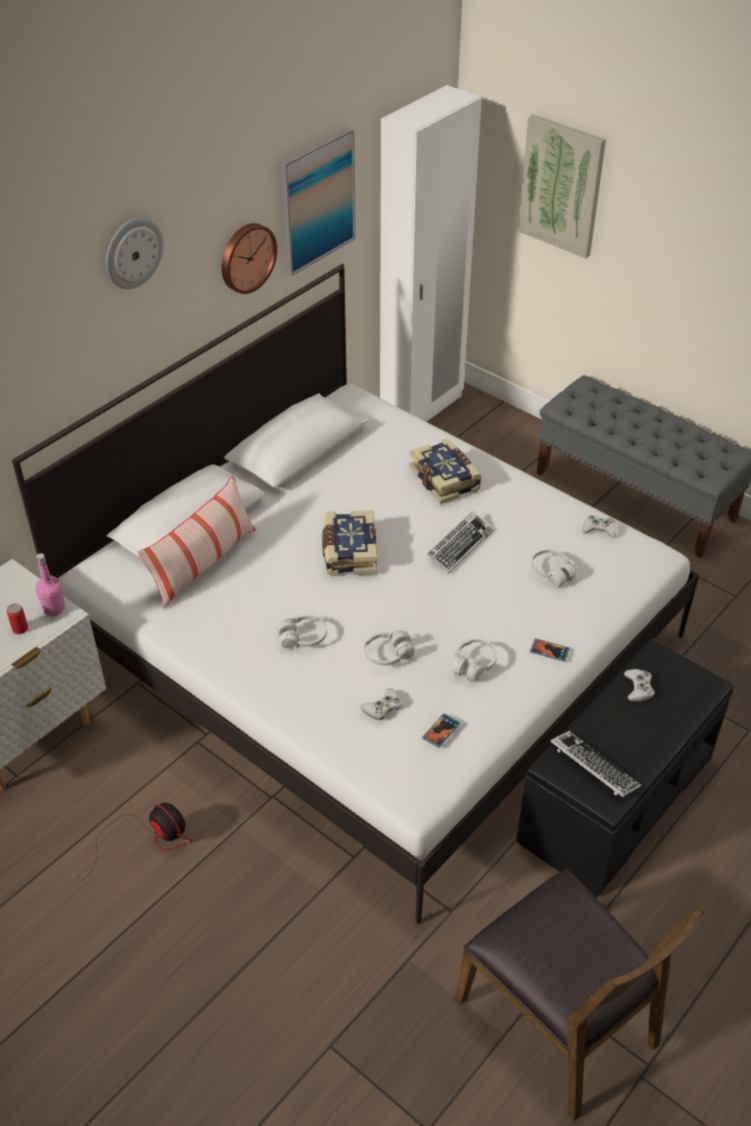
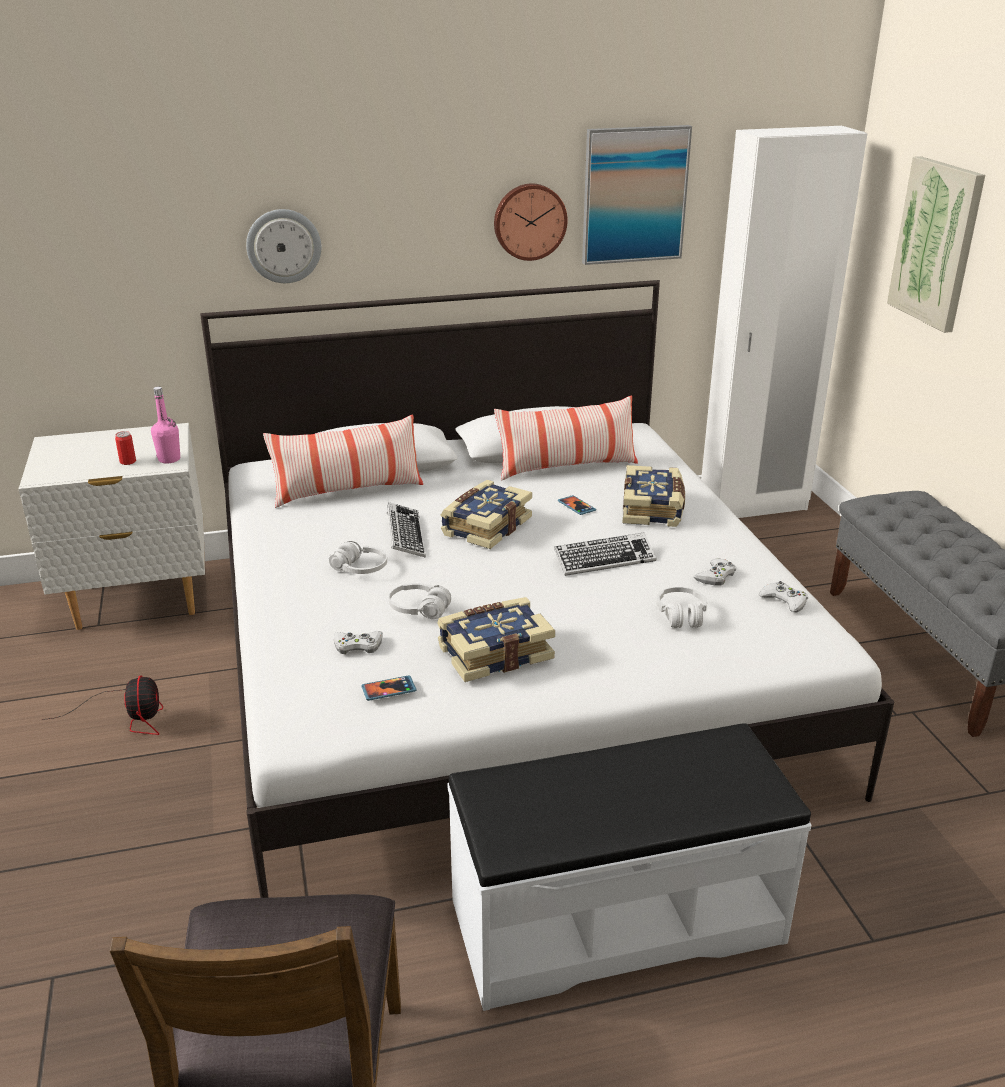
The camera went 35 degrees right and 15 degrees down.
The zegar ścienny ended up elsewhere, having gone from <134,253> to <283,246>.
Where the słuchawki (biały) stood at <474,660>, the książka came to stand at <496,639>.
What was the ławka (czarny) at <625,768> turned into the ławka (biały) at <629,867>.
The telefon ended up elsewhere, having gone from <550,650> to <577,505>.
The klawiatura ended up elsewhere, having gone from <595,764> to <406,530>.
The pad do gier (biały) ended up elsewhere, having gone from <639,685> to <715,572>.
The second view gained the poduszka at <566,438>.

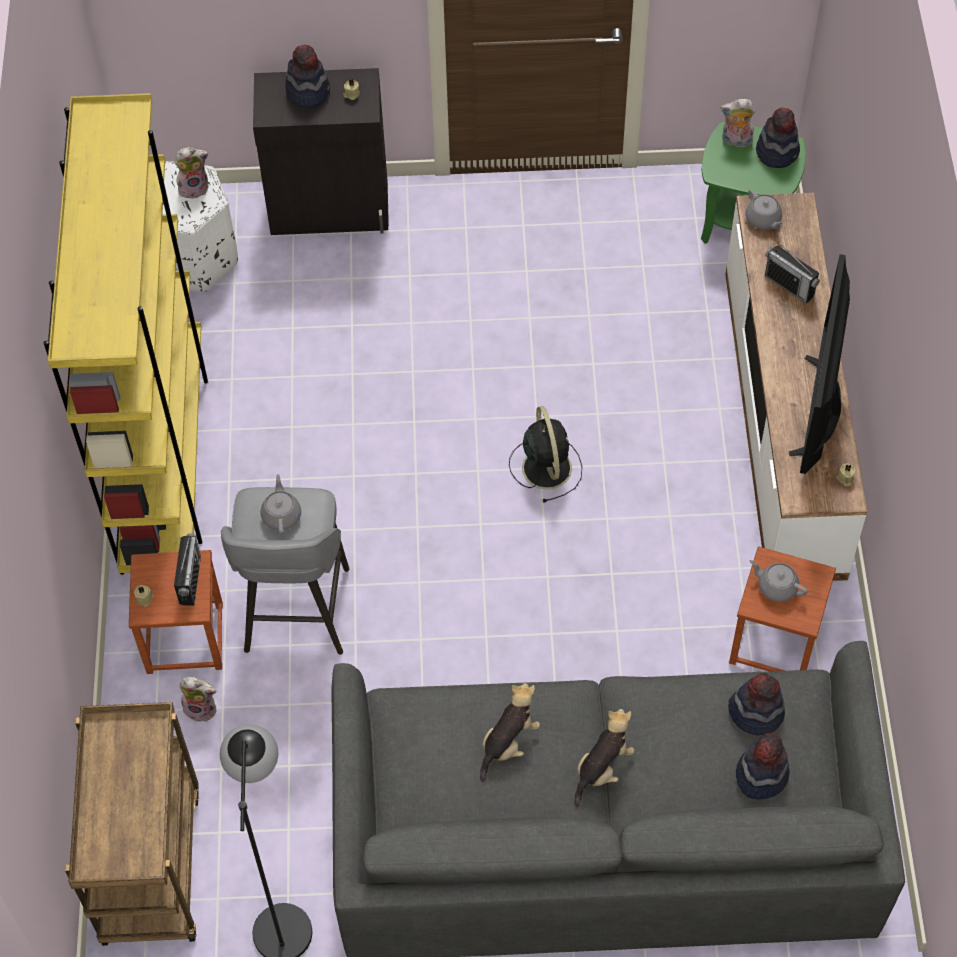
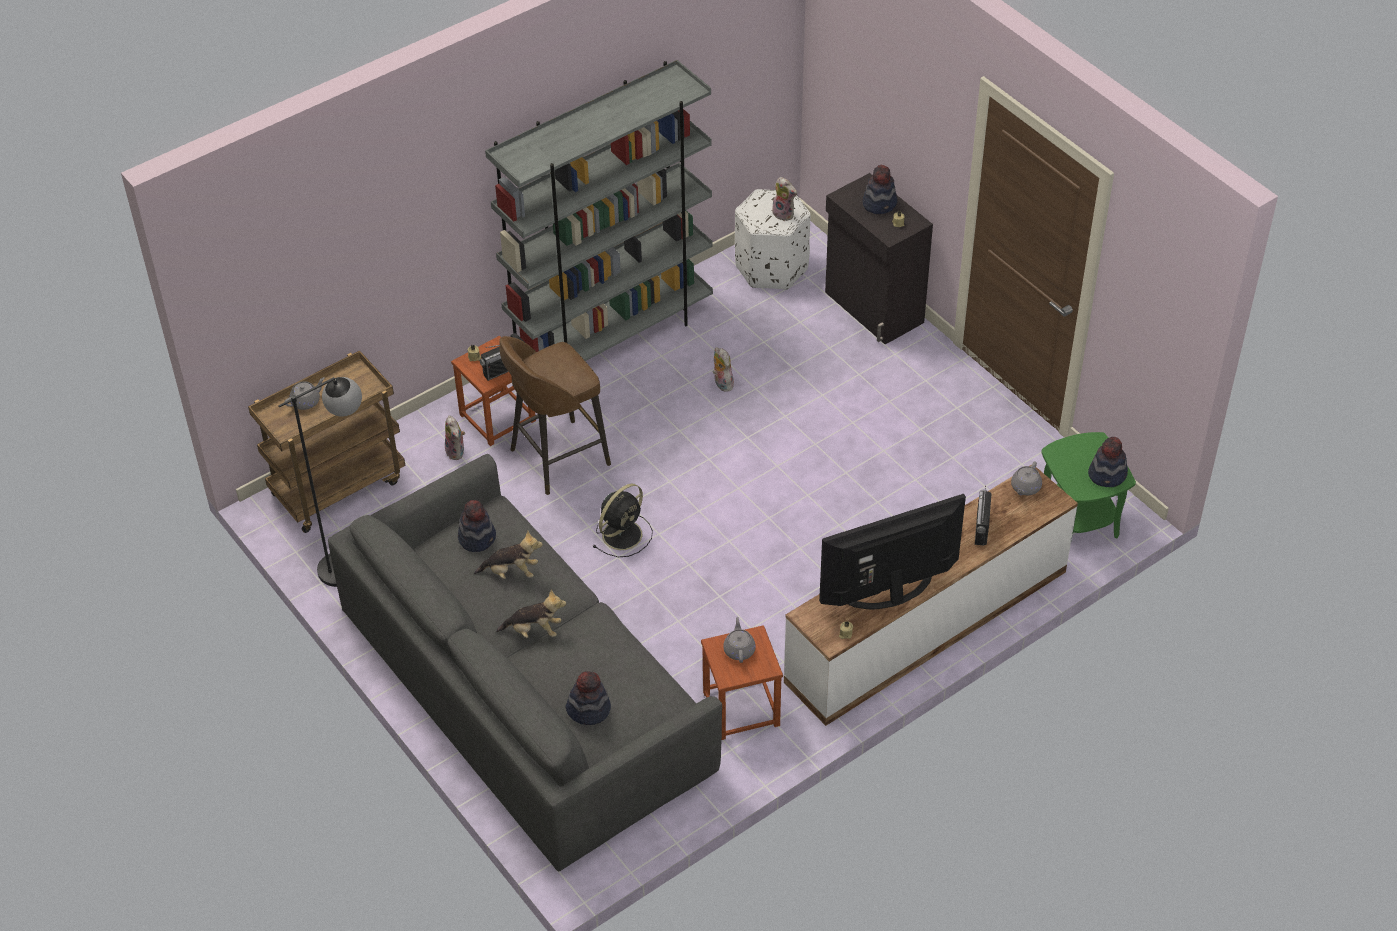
The camera went 55 degrees right and 10 degrees down.
What was the regał (żółty) at <125,334> turned into the regał (szary) at <599,210>.
What was the stołek (szary) at <285,570> turned into the stołek (brązowy) at <555,415>.
The imbryk (szary) ended up elsewhere, having gone from <281,504> to <304,393>.
The wentylator (czarny) ended up elsewhere, having gone from <545,454> to <623,520>.
The pluszak ended up elsewhere, having gone from <738,123> to <723,369>.
The kapelusz ended up elsewhere, having gone from <756,704> to <477,526>.

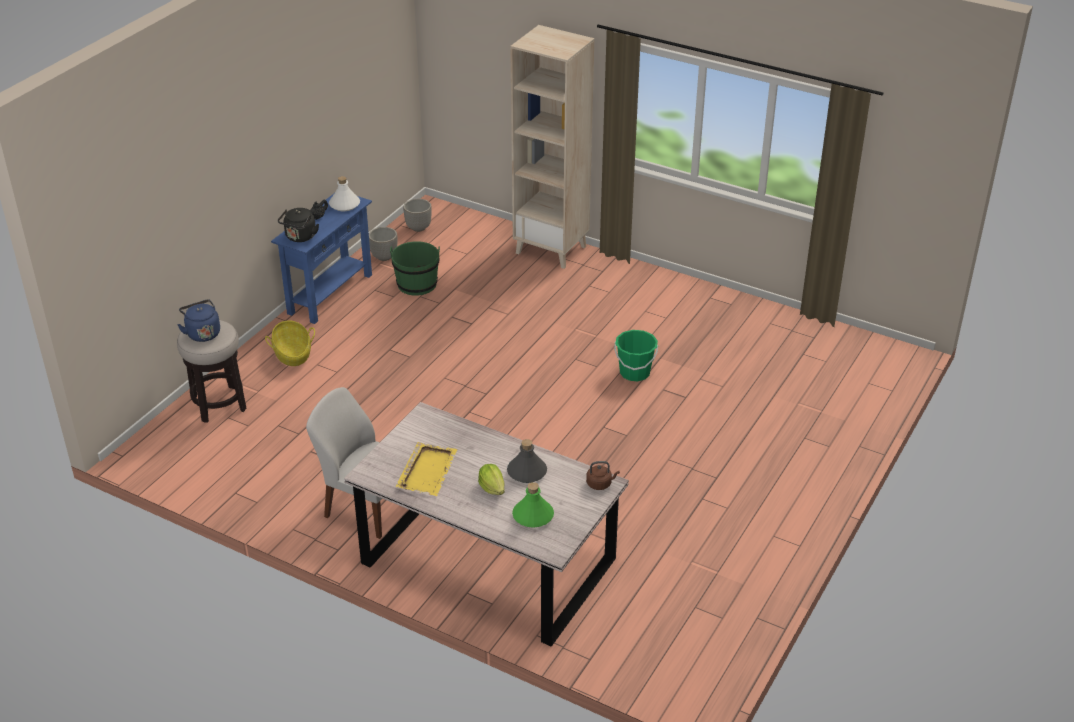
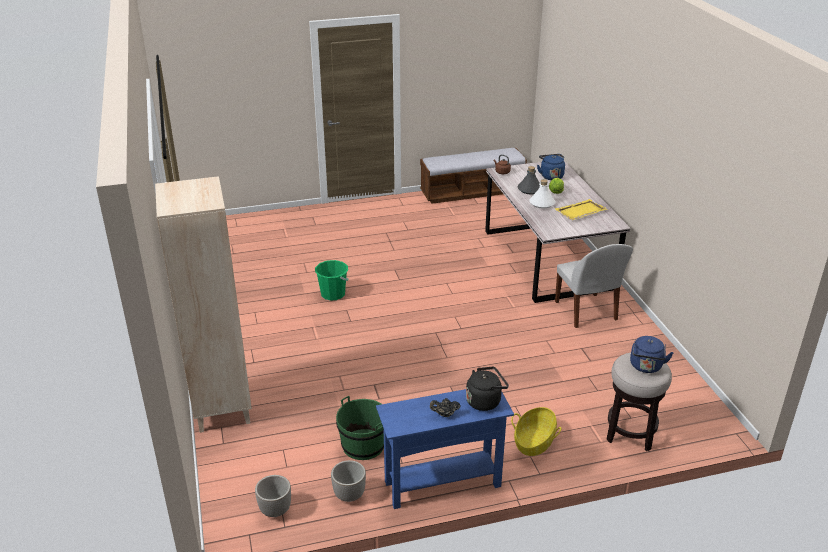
The camera went 135 degrees left and 5 degrees down.
The butelka (biały) ended up elsewhere, having gone from <344,193> to <542,194>.
Where the butelka (zielony) stood at <533,505>, the czajnik (niebieski) came to stand at <551,167>.
The second view gained the ławka at <473,176>.

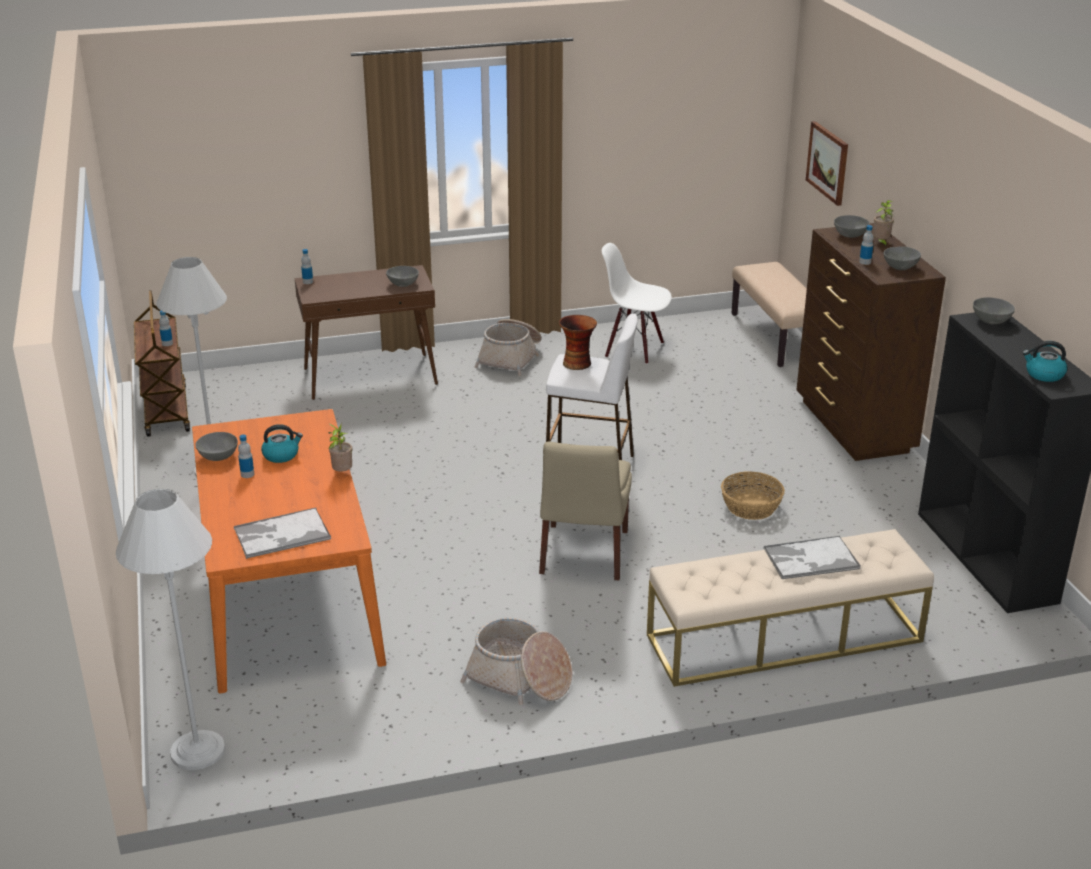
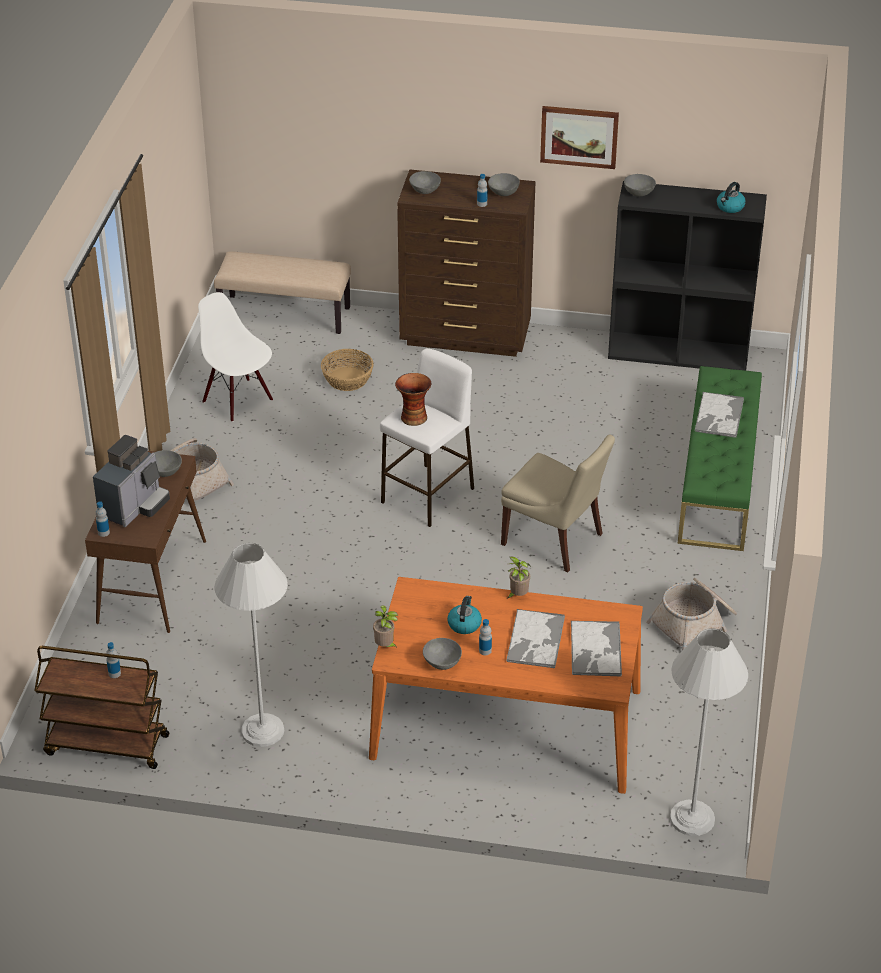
The camera went 65 degrees left and 10 degrees up.
The krzesło (biały) at <637,303> ended up facing another way, 90 degrees clockwise from before.
What was the ławka (beżowy) at <790,608> turned into the ławka (zielony) at <720,458>.
The koszyk ended up elsewhere, having gone from <753,496> to <347,370>.
The obraz ended up elsewhere, having gone from <827,163> to <579,137>.
The roślina doniczkowa ended up elsewhere, having gone from <883,224> to <385,626>.
The second view gained the ekspres do kawy at <131,481>.
The second view gained the taca at <535,638>.

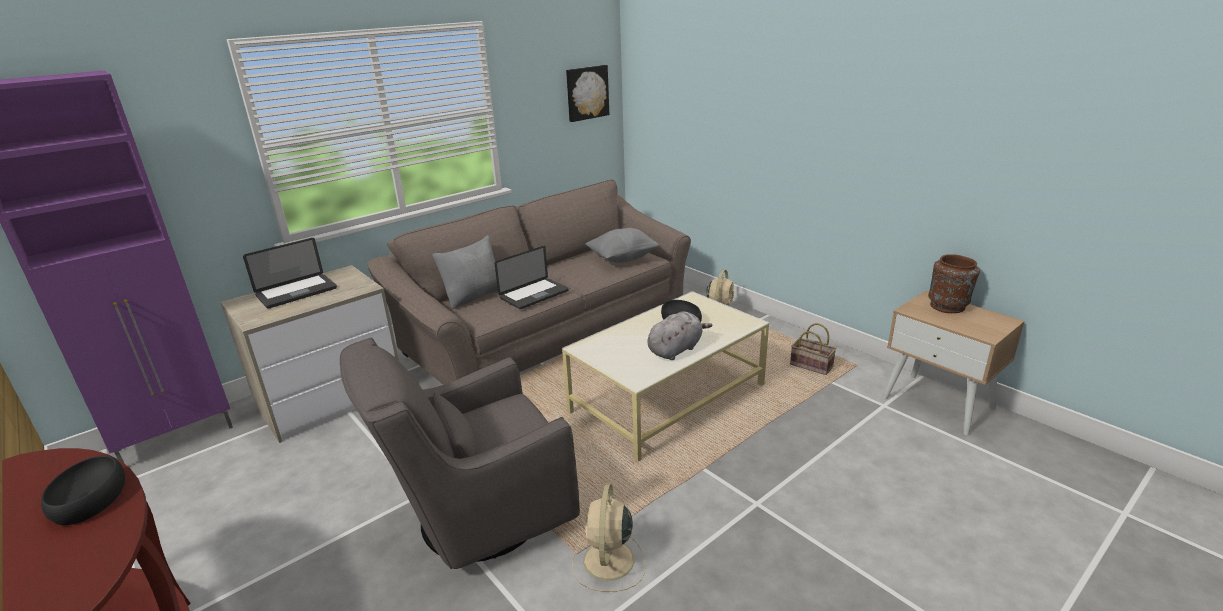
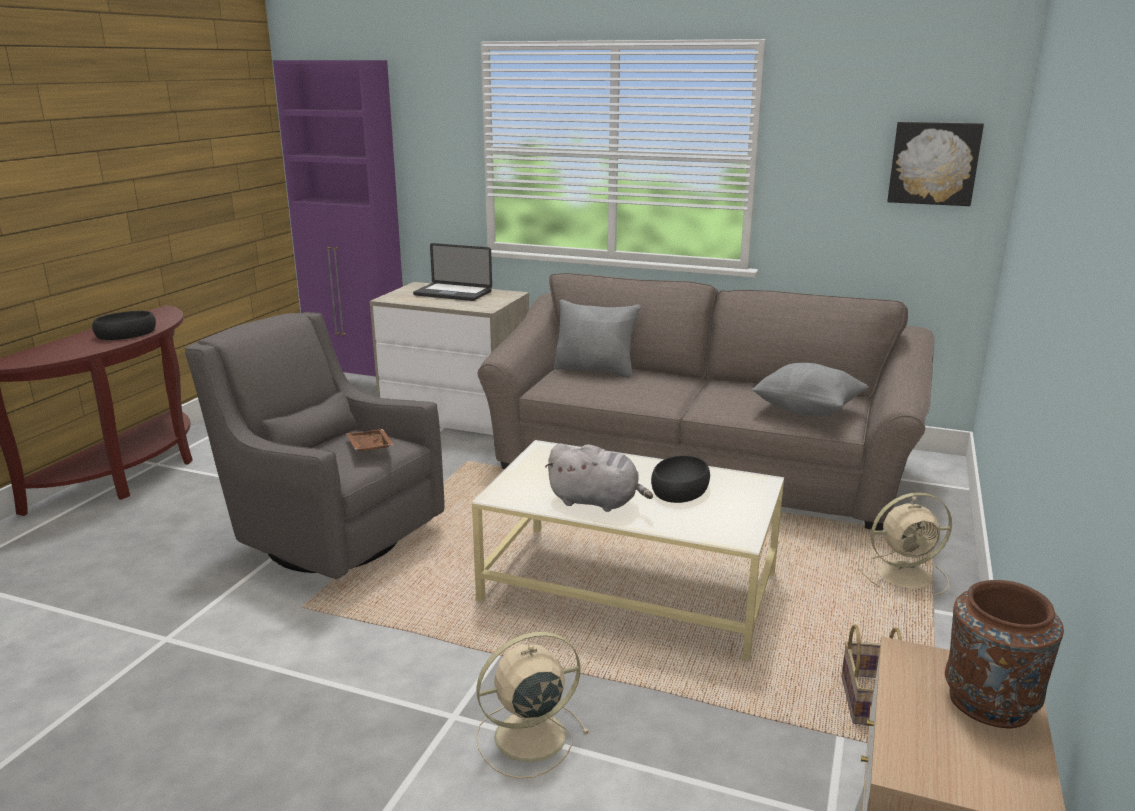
The camera went 60 degrees right and 5 degrees down.
The second view lost the laptop at <532,277>.
The wentylator (beżowy) ended up elsewhere, having gone from <609,538> to <532,705>.
The second view gained the taca (brązowy) at <370,440>.

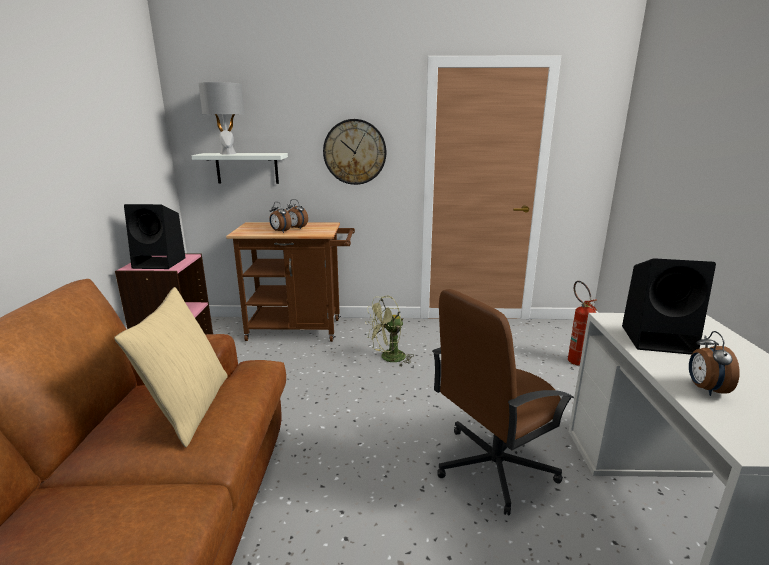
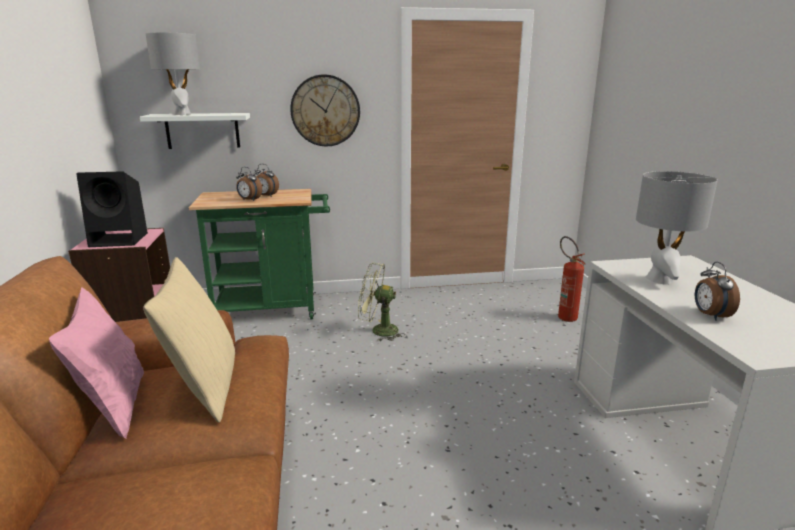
The camera went 10 degrees left and 0 degrees up.
What was the wózek (brązowy) at <290,282> turned into the wózek (zielony) at <259,254>.
The wentylator (zielony) at <389,331> ended up facing another way, 45 degrees clockwise from before.
The second view lost the krzesło biurowe (brązowy) at <503,402>.
Where the głośnik (czarny) stood at <669,306>, the lampa stołowa (szary) came to stand at <677,228>.
The second view gained the poduszka (różowy) at <96,363>.

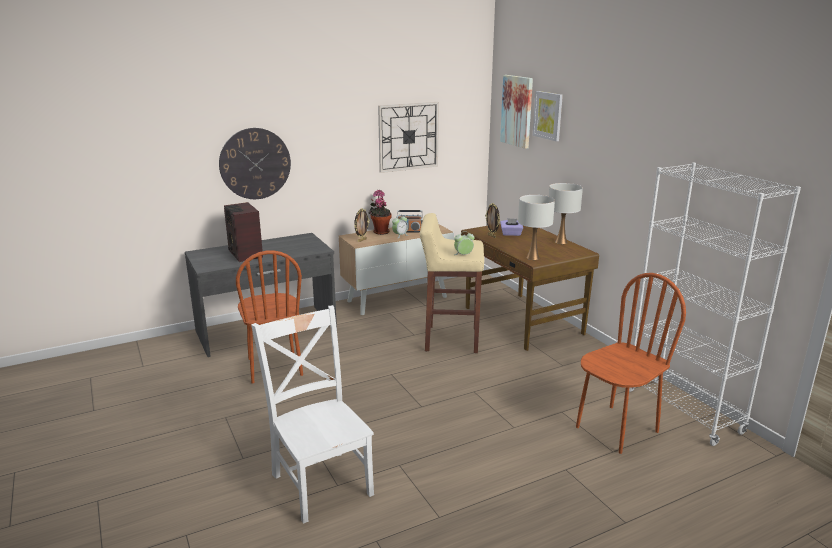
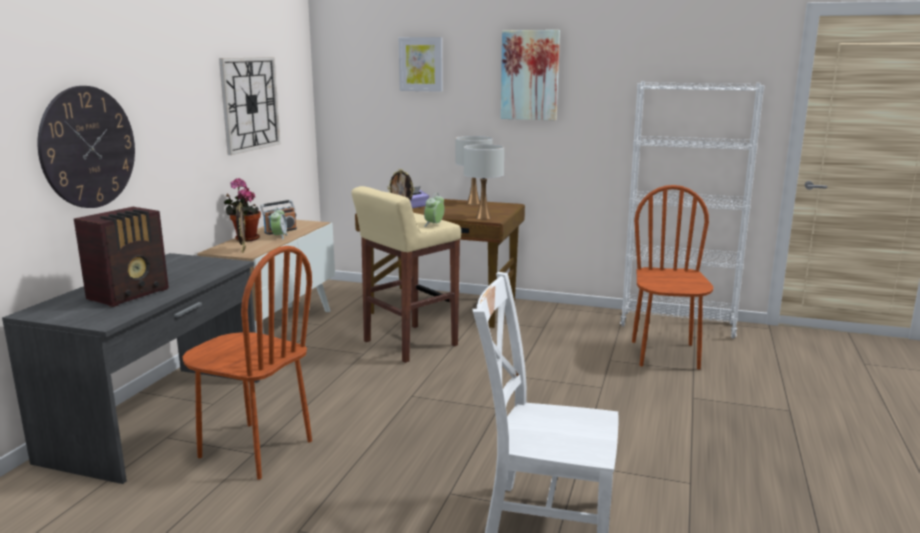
The camera went 45 degrees left and 5 degrees down.
The radio at <243,232> ended up facing another way, 75 degrees counterclockwise from before.
The obraz ended up elsewhere, having gone from <516,112> to <530,75>.

